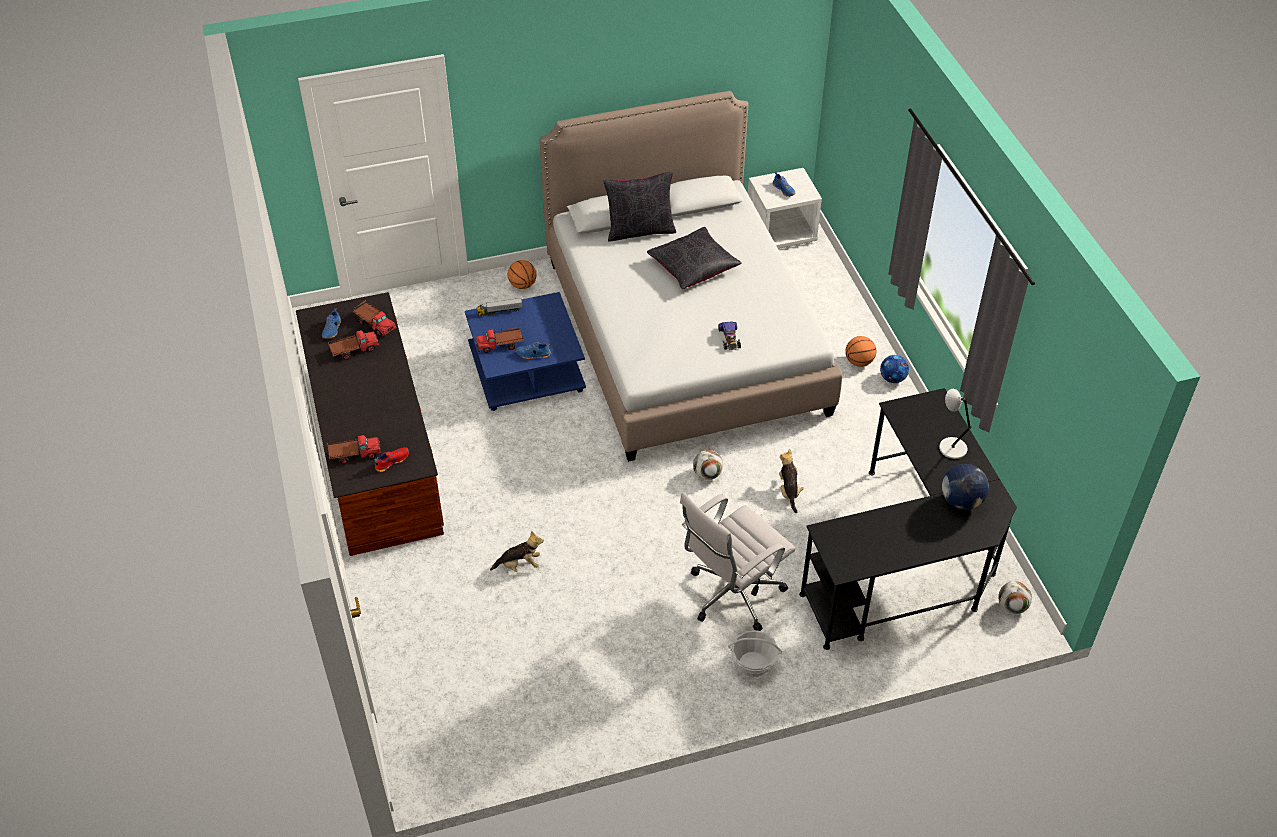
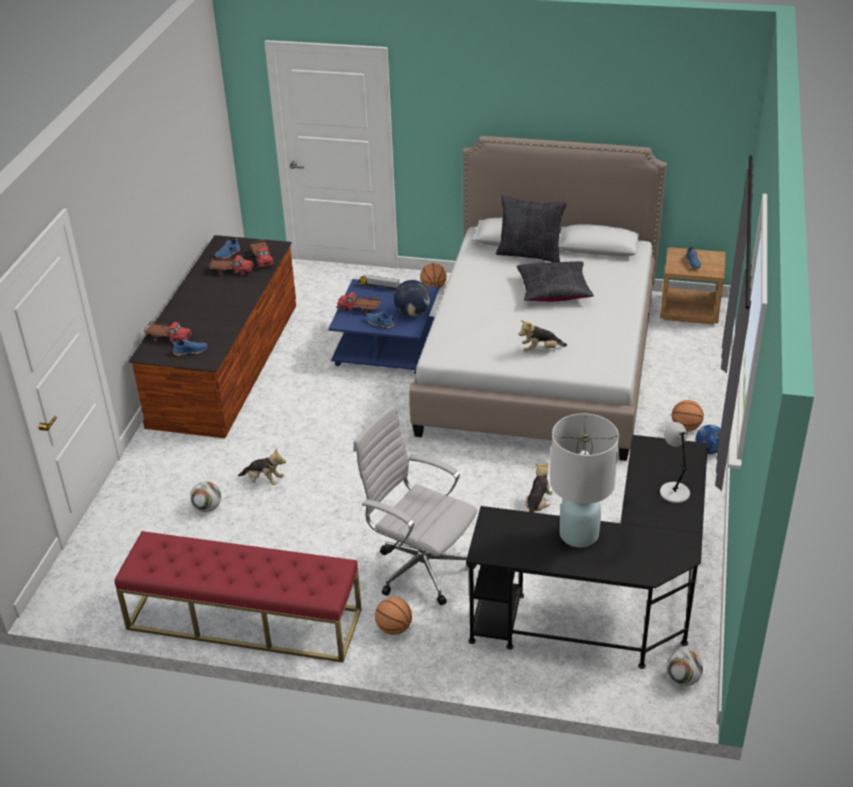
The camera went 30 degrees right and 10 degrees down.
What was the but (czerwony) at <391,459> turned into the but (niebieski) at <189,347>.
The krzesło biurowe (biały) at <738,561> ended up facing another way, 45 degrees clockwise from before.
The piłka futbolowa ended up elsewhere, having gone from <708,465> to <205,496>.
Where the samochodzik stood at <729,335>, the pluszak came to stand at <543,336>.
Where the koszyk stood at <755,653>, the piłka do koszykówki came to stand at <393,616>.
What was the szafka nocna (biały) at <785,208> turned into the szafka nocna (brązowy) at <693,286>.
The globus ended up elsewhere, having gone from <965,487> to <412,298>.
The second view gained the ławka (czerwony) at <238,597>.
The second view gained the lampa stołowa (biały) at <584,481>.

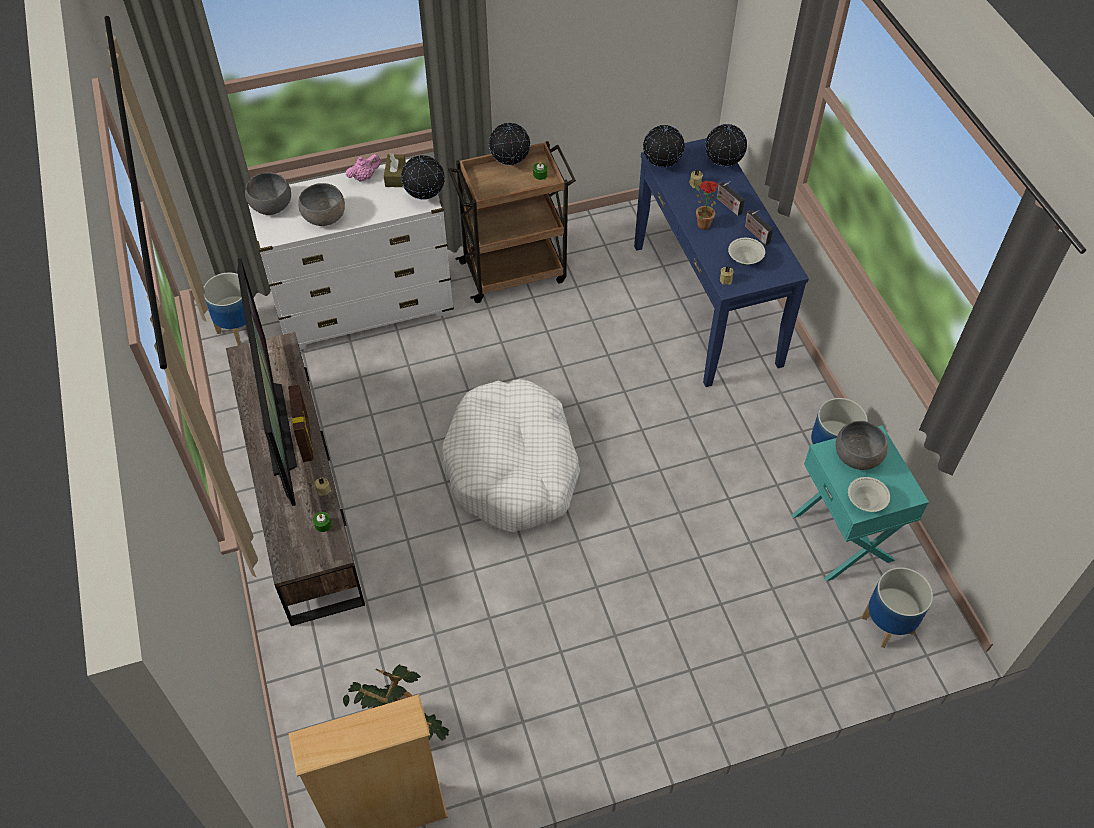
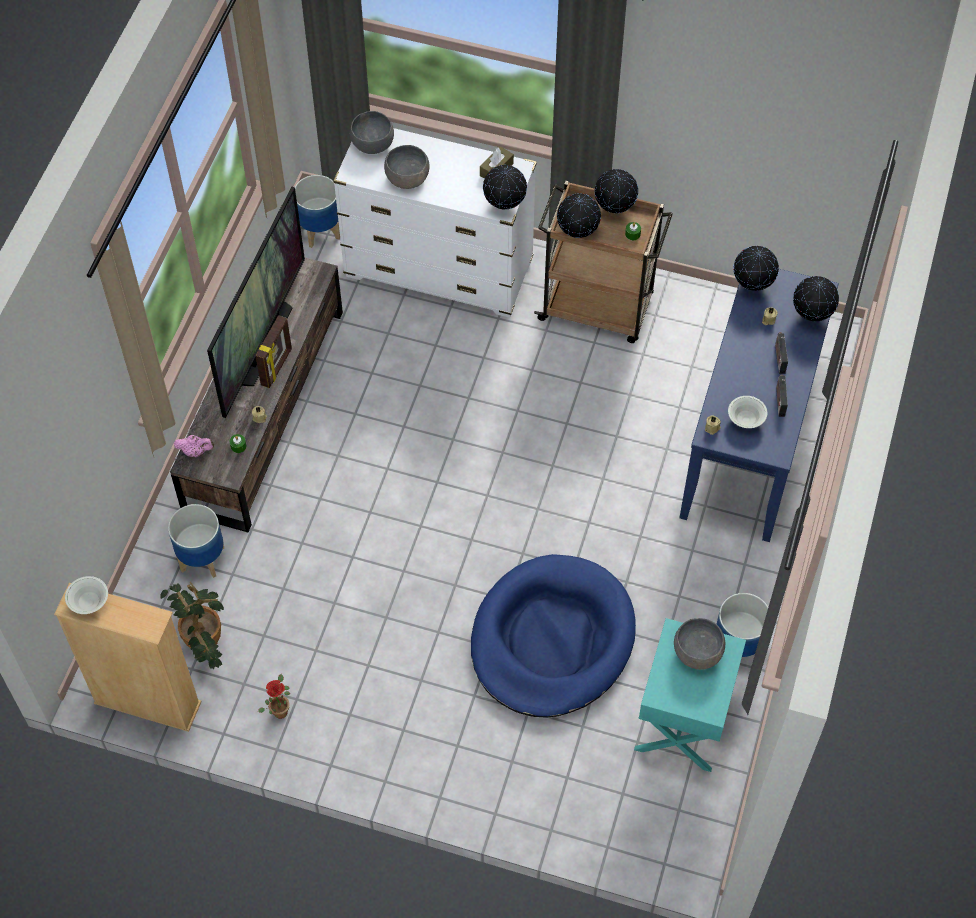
The camera went 35 degrees right and 5 degrees up.
The imbryk (różowy) ended up elsewhere, having gone from <363,168> to <194,446>.
The second view lost the legowisko (biały) at <511,455>.
The roślina doniczkowa ended up elsewhere, having gone from <708,205> to <274,696>.
The miska (biały) ended up elsewhere, having gone from <869,494> to <86,595>.
The donica ended up elsewhere, having gone from <897,607> to <196,541>.
The second view gained the legowisko (niebieski) at <553,636>.
The second view gained the globus at <579,215>.

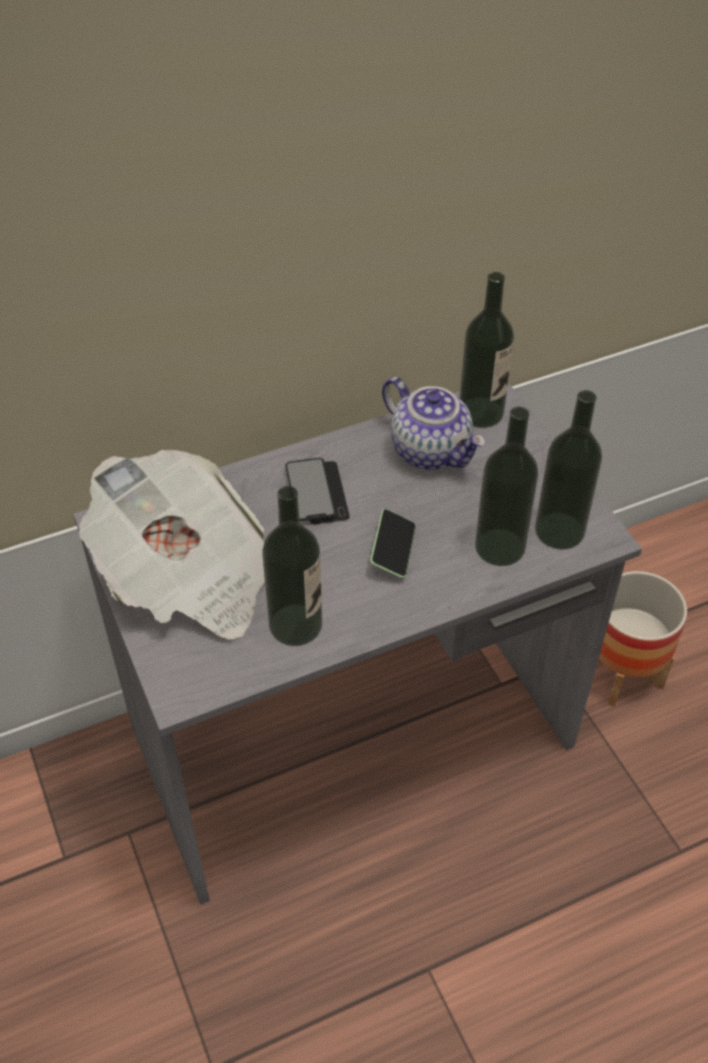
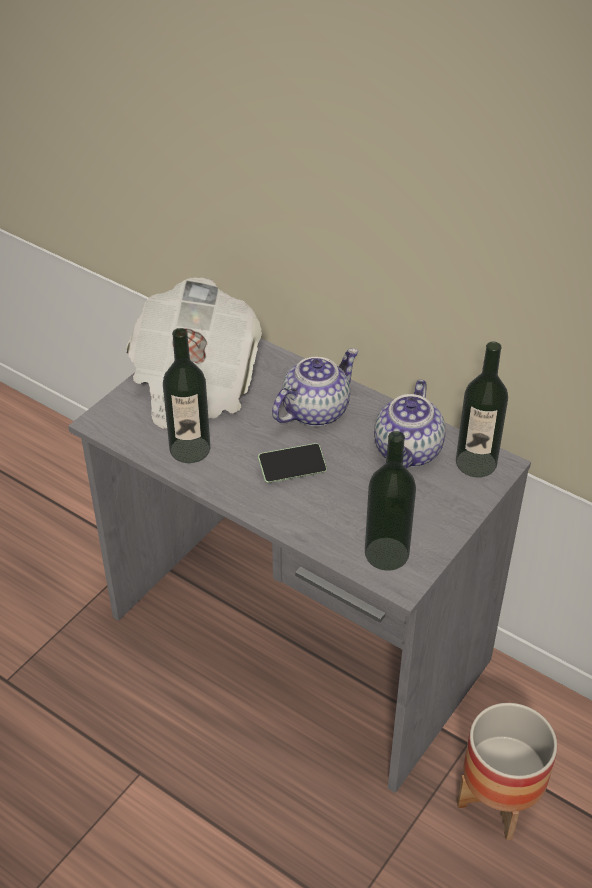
The camera went 60 degrees right and 5 degrees down.
Where the telefon stood at <317,491>, the imbryk came to stand at <315,387>.
The second view lost the butelka at <506,486>.

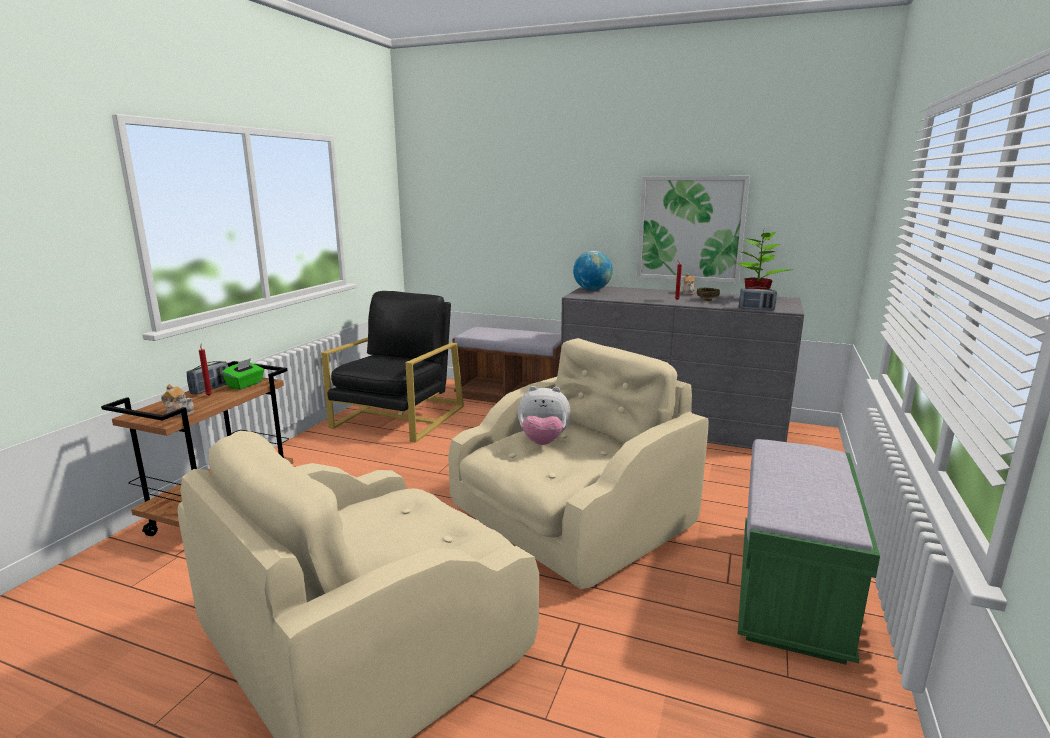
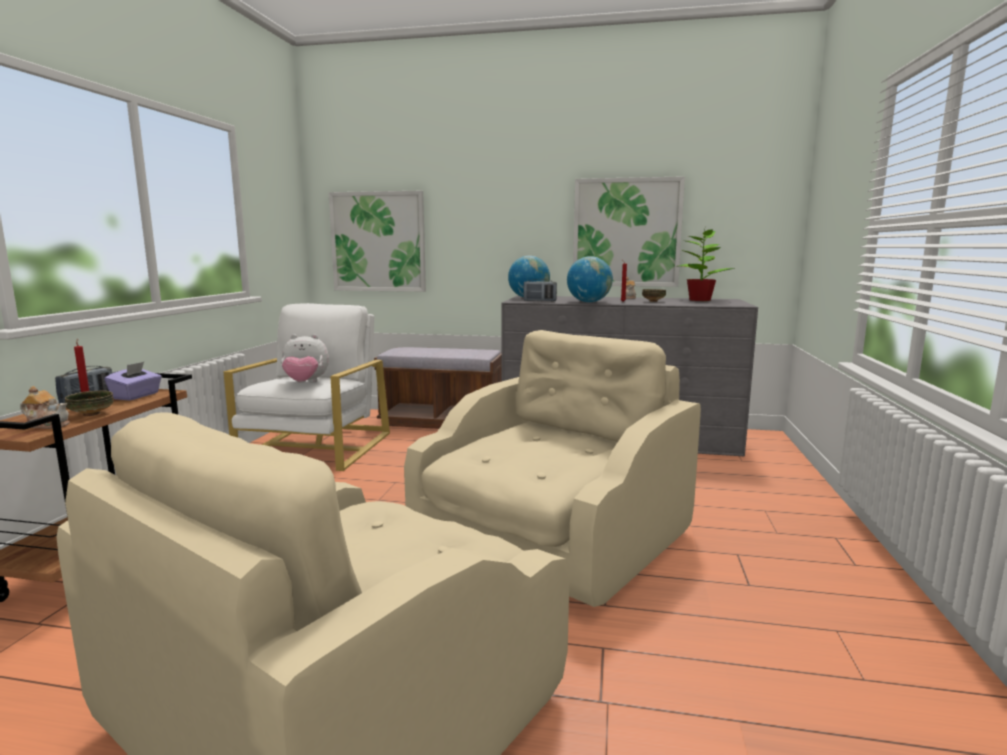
The camera went 10 degrees left and 5 degrees down.
What was the pudełko chusteczek (zielony) at <243,374> turned into the pudełko chusteczek (fioletowy) at <133,381>.
What was the fotel (czarny) at <392,367> turned into the fotel (biały) at <307,387>.
The pluszak ended up elsewhere, having gone from <544,415> to <305,358>.
The second view lost the ławka (zielony) at <809,552>.
The radio ended up elsewhere, having gone from <758,299> to <540,290>.
The second view gained the miska at <89,403>.
The second view gained the obraz at <377,241>.
The second view gained the globus at <590,279>.

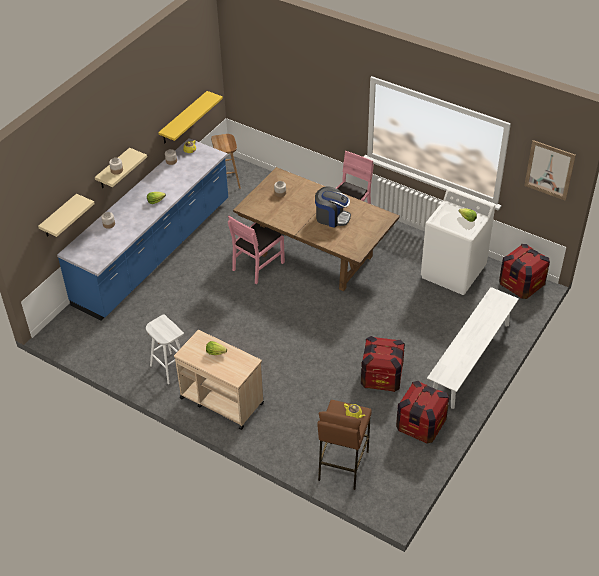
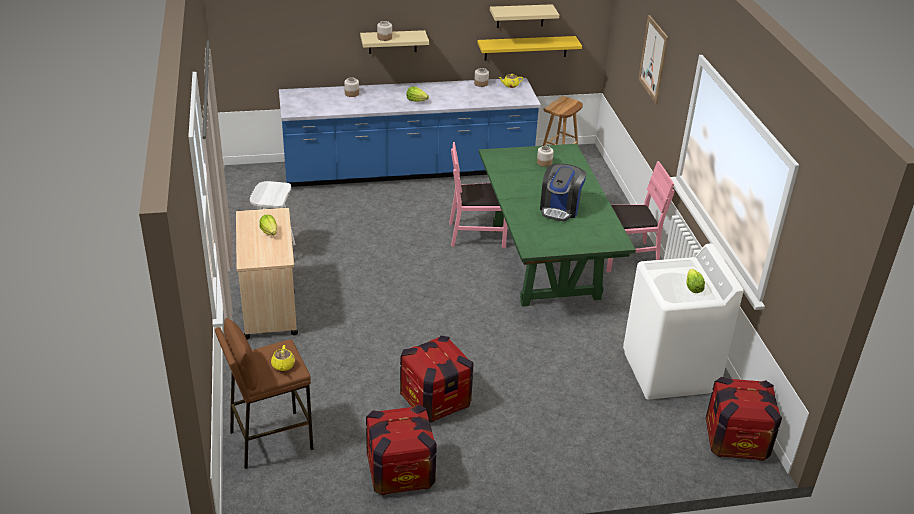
The camera went 45 degrees right and 10 degrees down.
The półka (beżowy) ended up elsewhere, having gone from <66,215> to <524,16>.
What was the stół jadalny (brązowy) at <316,229> turned into the stół jadalny (zielony) at <557,225>.
The ekspres do kawy at <333,207> ended up facing another way, 45 degrees clockwise from before.
The second view lost the ławka (biały) at <473,348>.
The obraz ended up elsewhere, having gone from <550,170> to <653,59>.

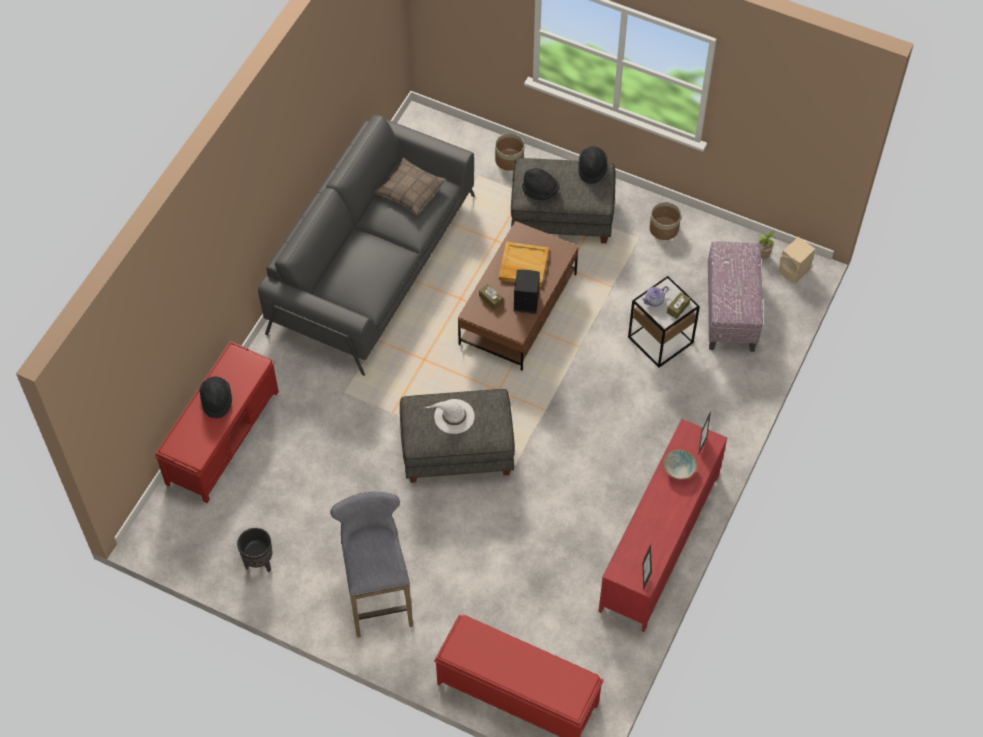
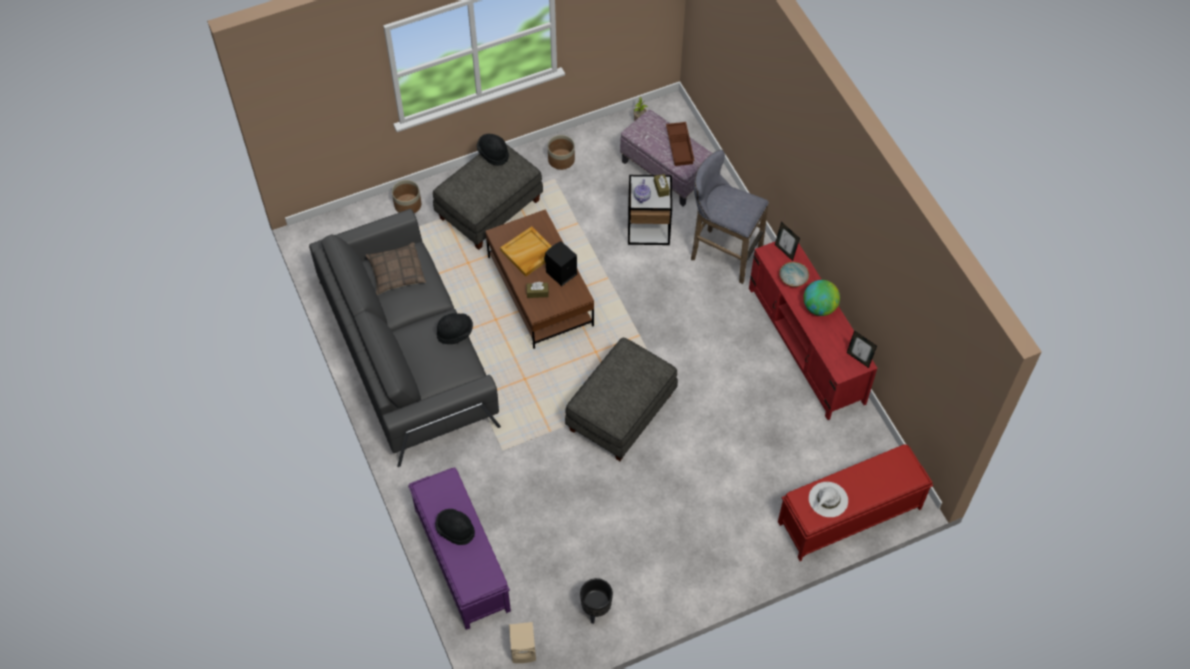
The camera went 50 degrees left and 0 degrees up.
What was the ławka (czerwony) at <217,422> turned into the ławka (fioletowy) at <459,548>.
The stołek (szary) ended up elsewhere, having gone from <371,565> to <730,217>.
The kapelusz (biały) ended up elsewhere, having gone from <450,416> to <828,499>.
The kapelusz (czarny) ended up elsewhere, having gone from <540,184> to <455,328>.
The głośnik (beżowy) ended up elsewhere, having gone from <796,260> to <522,642>.
The second view gained the taca (brązowy) at <680,144>.
The second view gained the globus at <821,298>.

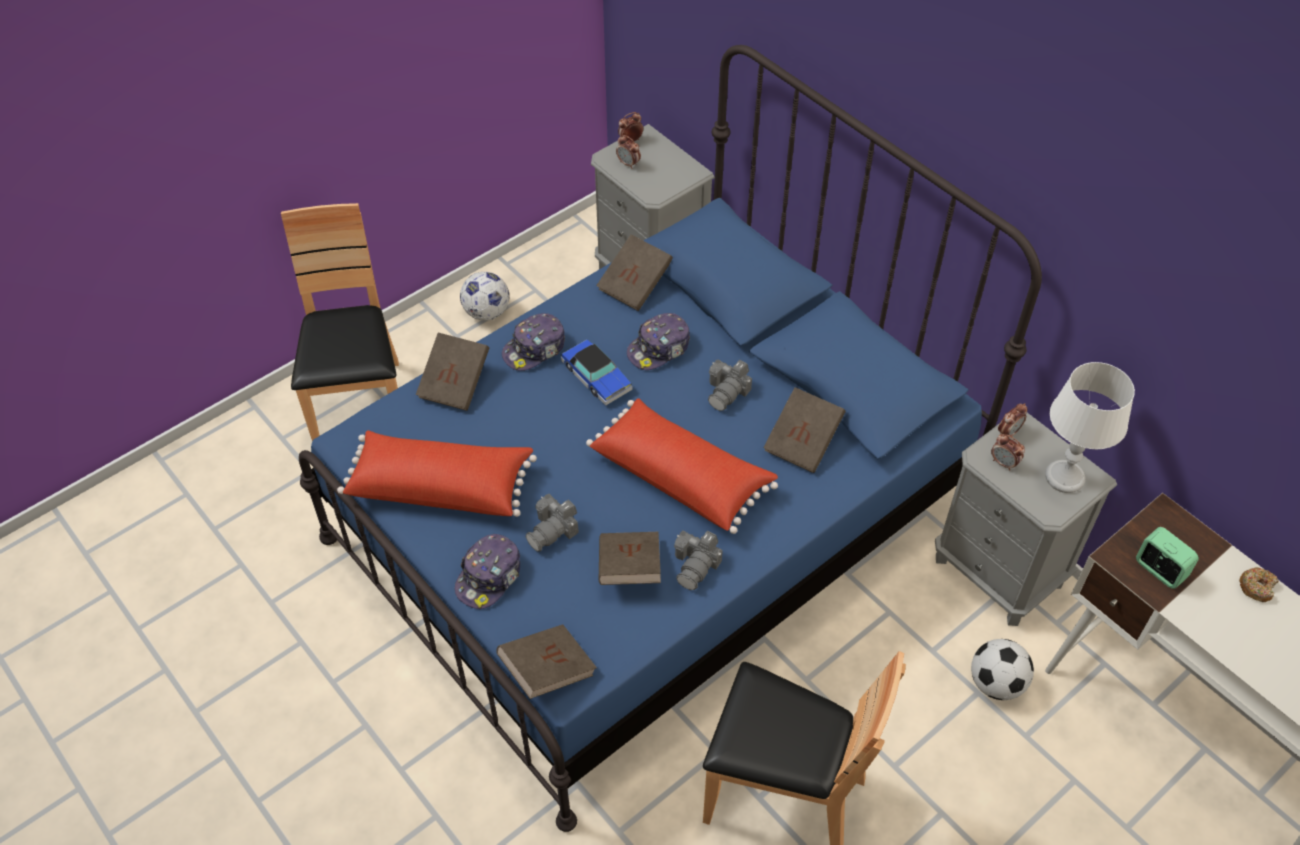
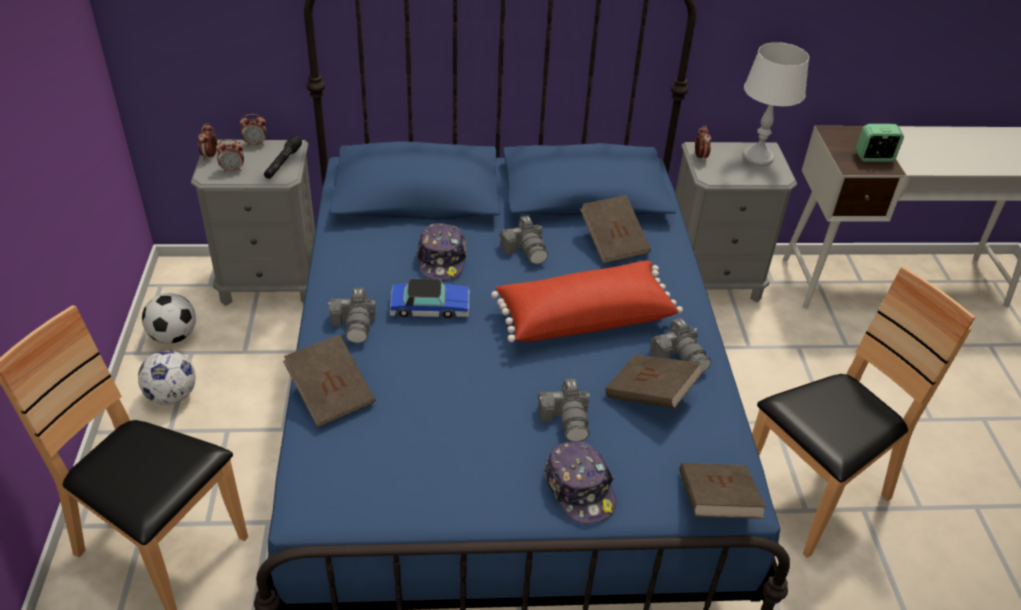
The camera went 55 degrees left and 10 degrees down.
The second view lost the poduszka (czerwony) at <437,473>.
Where the czapka z daszkiem stood at <533,342>, the aparat fotograficzny came to stand at <352,315>.
The second view lost the książka (brązowy) at <634,272>.
The piłka futbolowa ended up elsewhere, having gone from <1002,669> to <169,318>.
The budzik ended up elsewhere, having gone from <1008,452> to <253,130>.
The second view lost the donut at <1259,584>.
The second view gained the latarka (czarny) at <283,157>.

